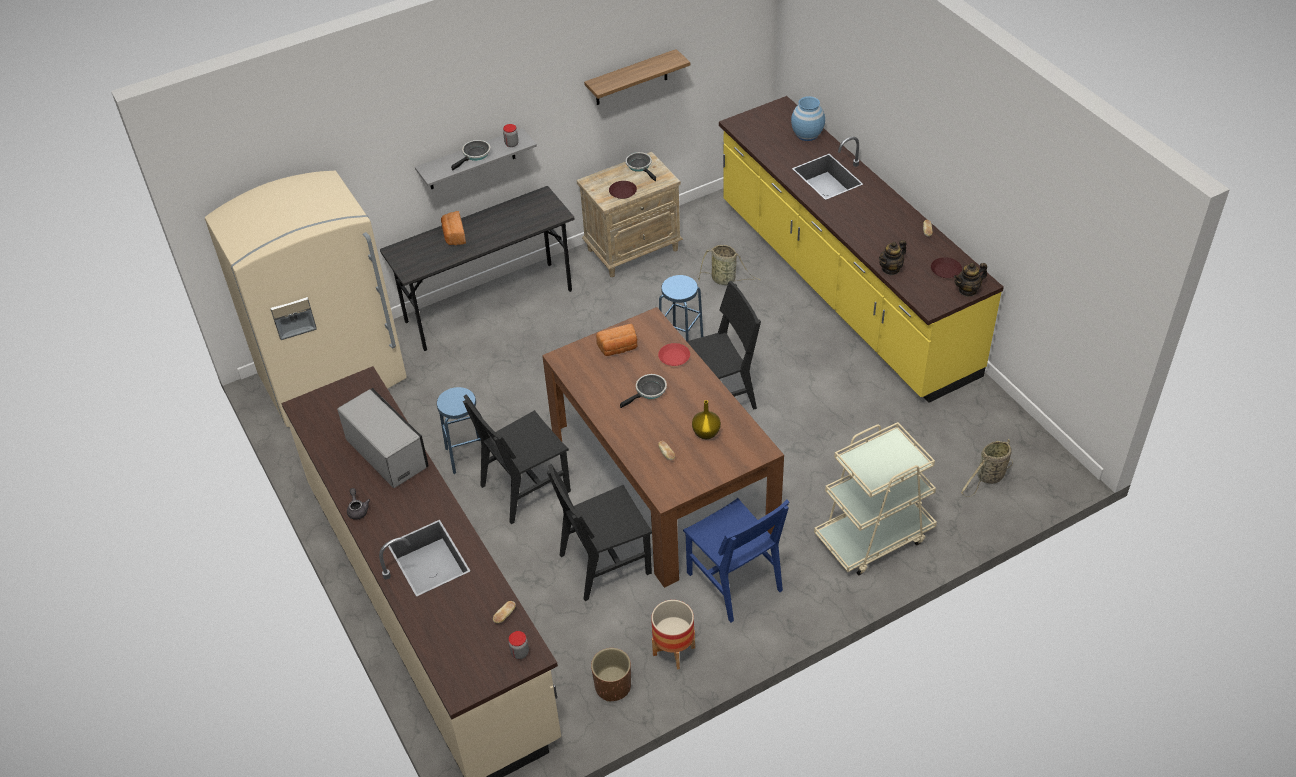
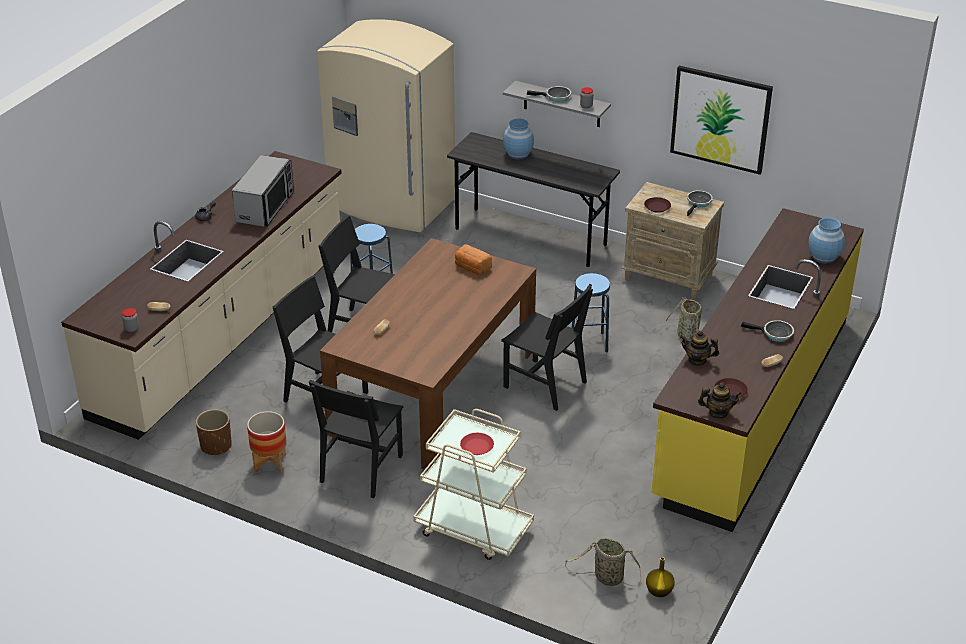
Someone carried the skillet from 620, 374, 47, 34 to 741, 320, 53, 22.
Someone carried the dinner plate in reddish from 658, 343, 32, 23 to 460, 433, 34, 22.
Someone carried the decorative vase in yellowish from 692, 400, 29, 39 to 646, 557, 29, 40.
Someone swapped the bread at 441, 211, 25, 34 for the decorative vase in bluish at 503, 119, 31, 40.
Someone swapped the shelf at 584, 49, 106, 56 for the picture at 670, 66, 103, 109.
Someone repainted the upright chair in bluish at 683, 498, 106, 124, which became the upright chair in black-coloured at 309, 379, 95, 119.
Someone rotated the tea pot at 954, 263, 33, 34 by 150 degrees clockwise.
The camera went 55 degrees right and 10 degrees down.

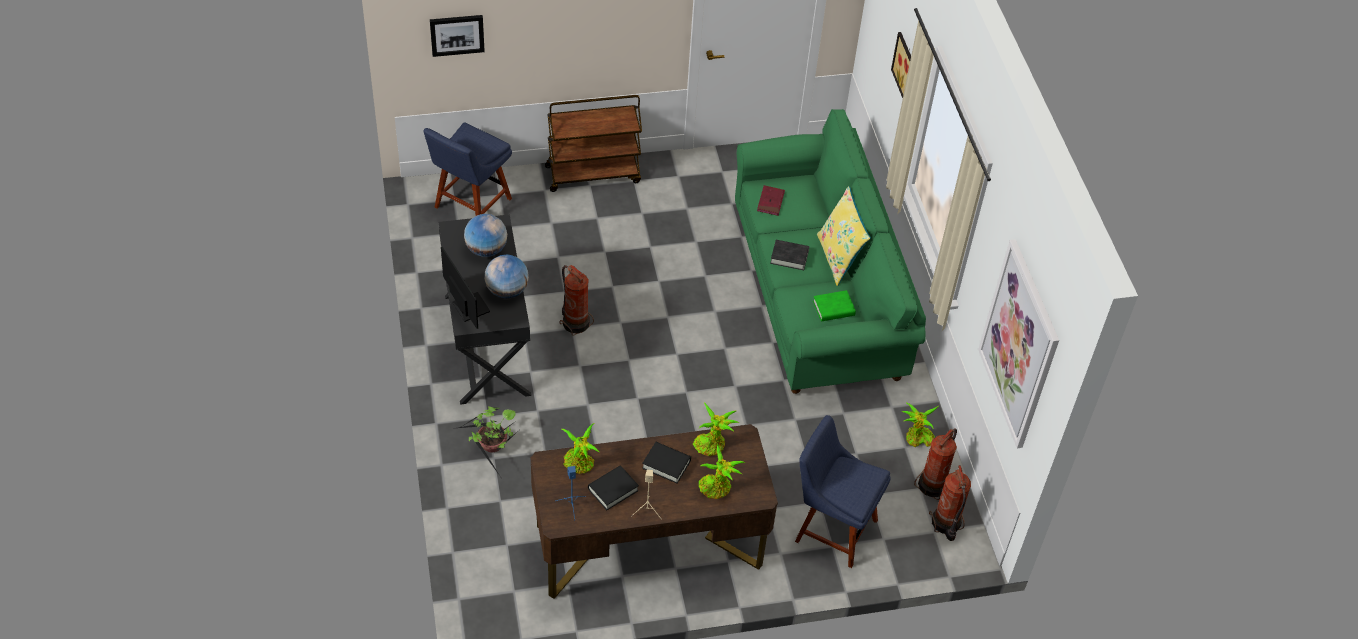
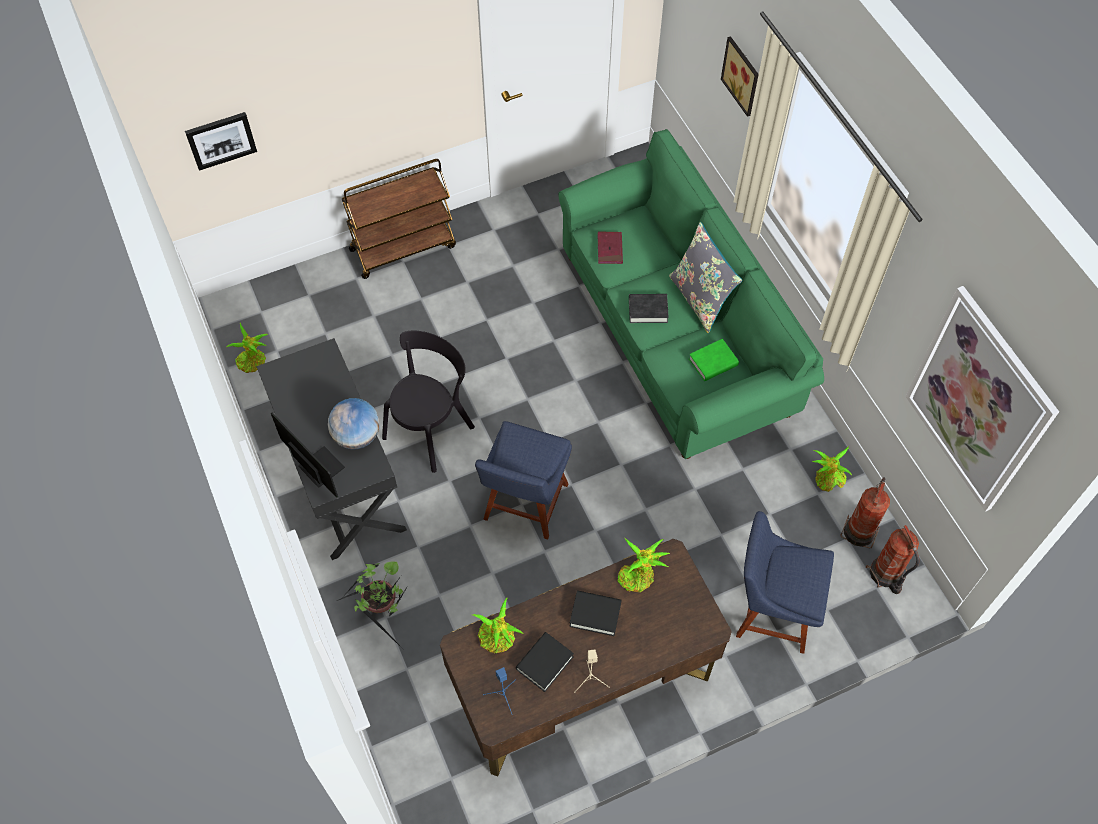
Someone took away the globe at 464, 214, 43, 43.
Someone carried the upright chair in bluish from 424, 122, 88, 94 to 475, 421, 97, 119.
Someone carried the plant in a pot from 699, 444, 47, 55 to 227, 322, 41, 51.
Someone swapped the fire-fighting cylinder at 560, 265, 34, 71 for the upright chair in black-coloured at 382, 331, 93, 142.
Someone repainted the pillow in yellowish at 817, 186, 54, 100, which became the pillow in gray at 669, 222, 73, 111.
The camera went 10 degrees left and 10 degrees up.

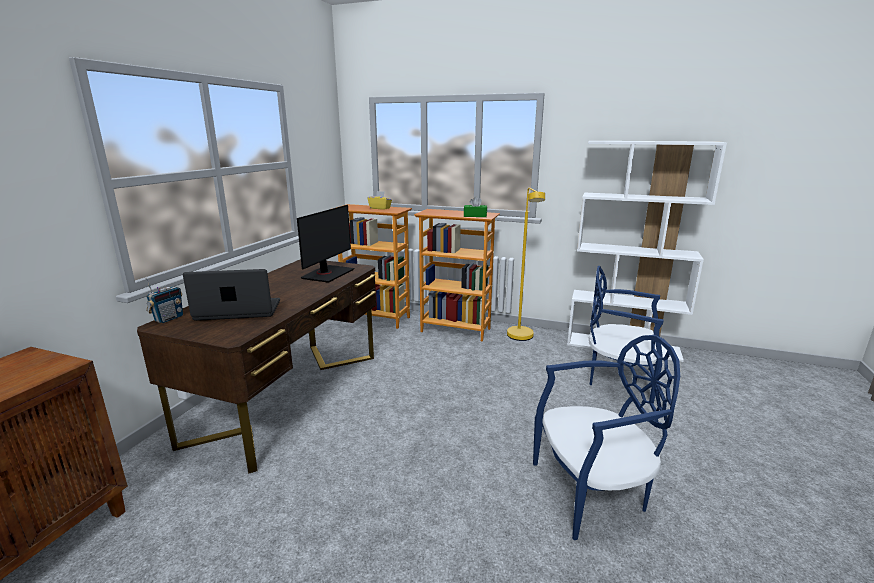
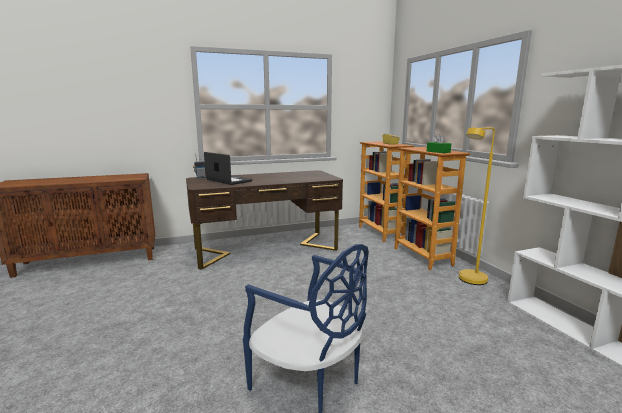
Someone took away the computer display at 297, 205, 57, 78.
Someone took away the upright chair in bluish at 588, 266, 75, 138.
The camera went 50 degrees right and 5 degrees down.

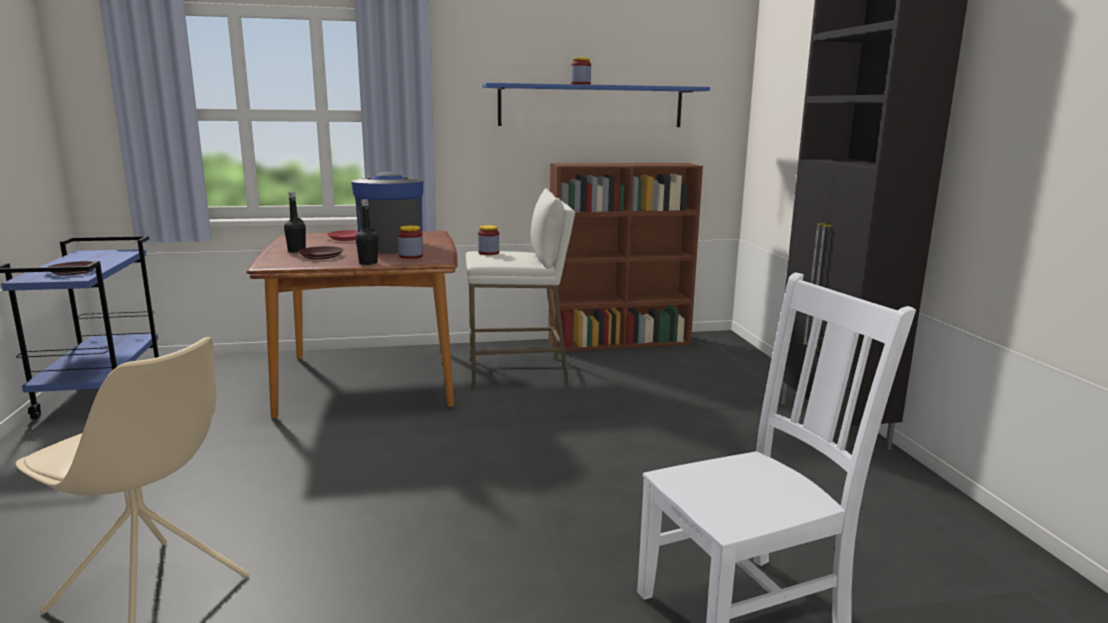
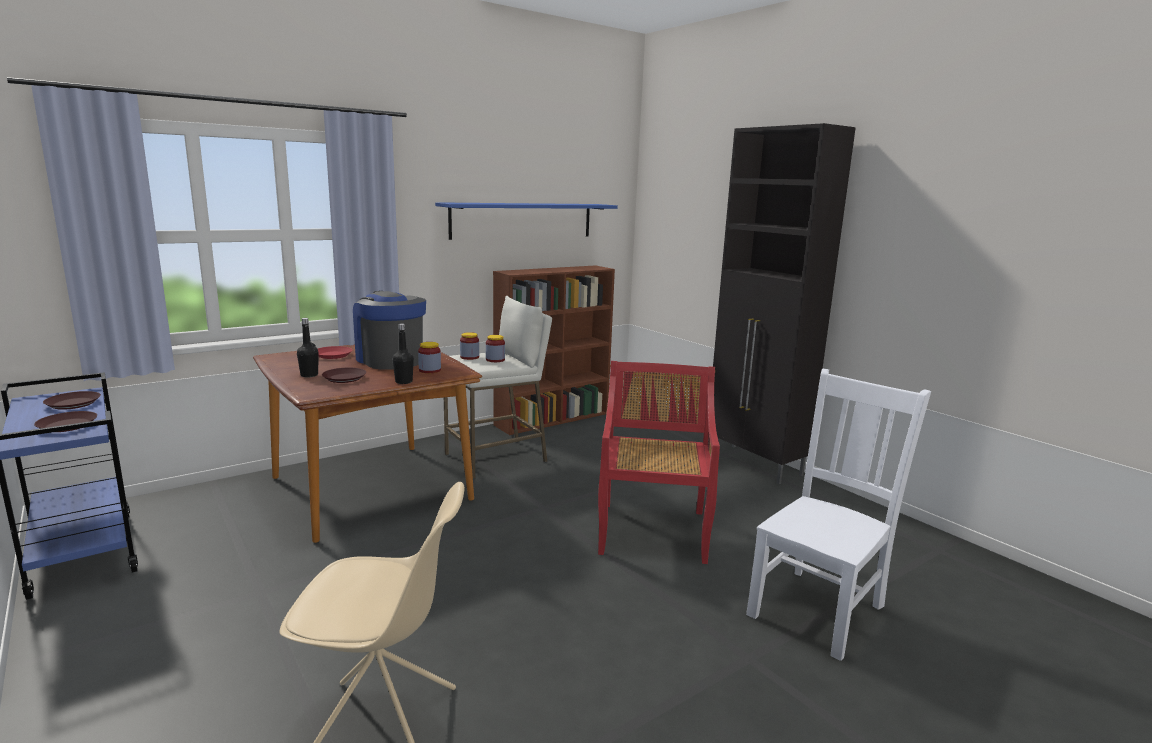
Someone put down the dinner plate in brownish at 43, 391, 58, 19.
Someone put down the upright chair in reddish at 598, 361, 122, 203.
Someone carried the jar from 571, 58, 20, 27 to 486, 335, 19, 27.
The camera went 25 degrees left and 0 degrees up.

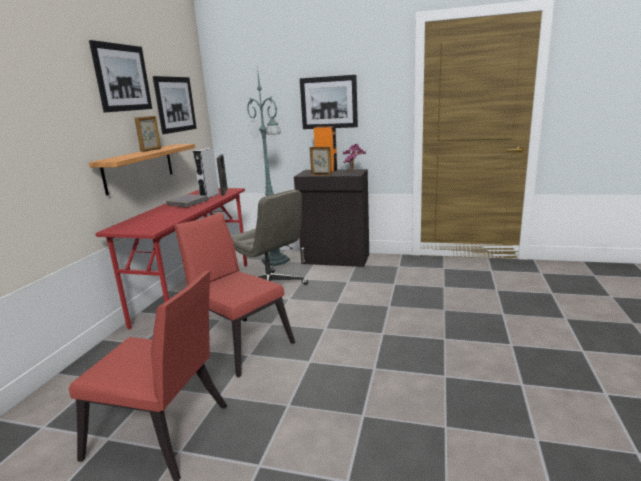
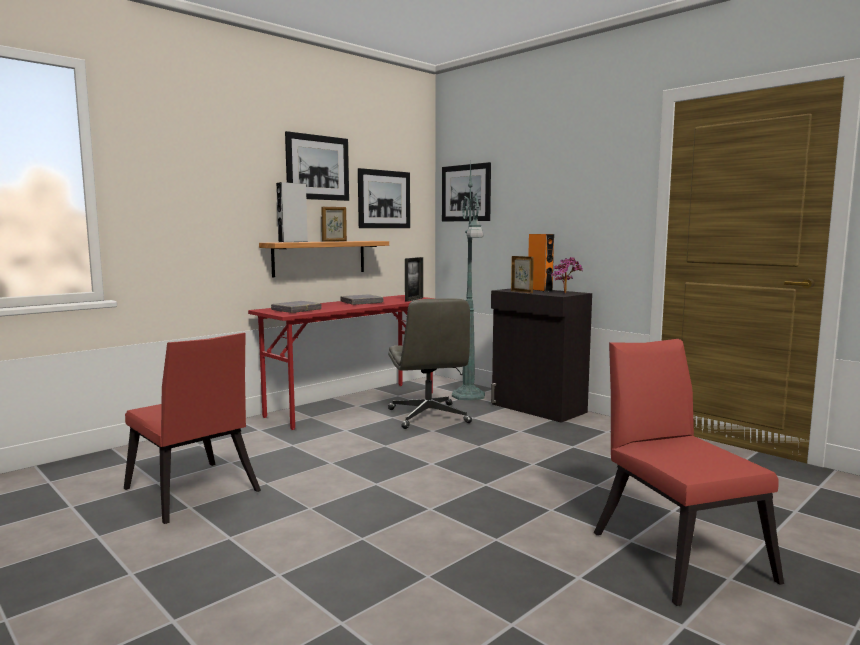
Someone put down the book in gray at 271, 301, 51, 12.
Someone carried the upright chair in reddish from 174, 213, 121, 165 to 594, 339, 190, 267.
Someone carried the audio speaker in gray from 193, 148, 26, 51 to 276, 182, 32, 60.
Someone carried the picture from 300, 75, 58, 54 to 442, 162, 49, 60.
The camera went 30 degrees right and 10 degrees down.

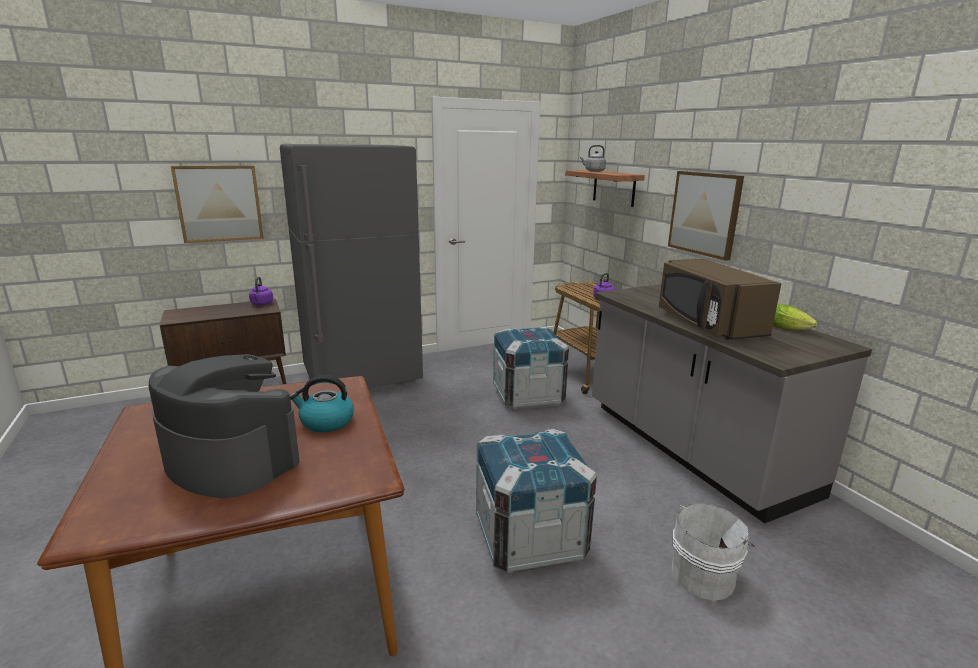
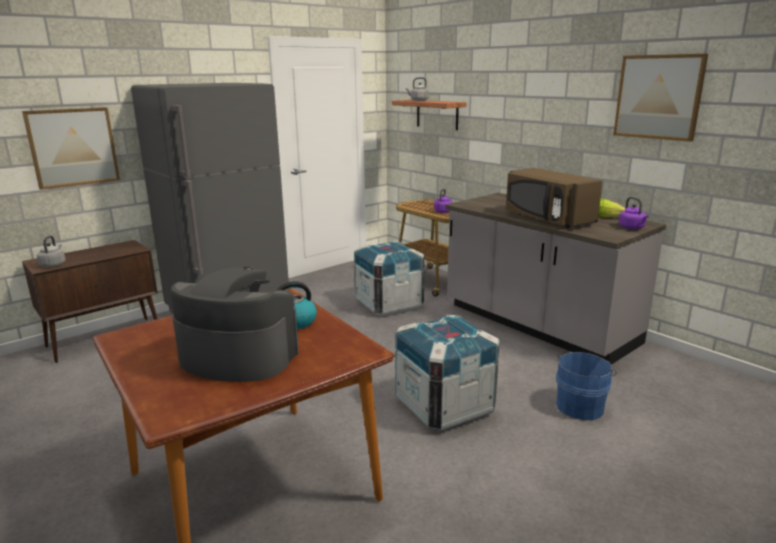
Someone put down the kettle in gray at 37, 236, 29, 31.
Someone carried the kettle in purple-coloured from 249, 277, 24, 28 to 619, 197, 29, 32.
Someone carried the picture from 668, 171, 76, 90 to 613, 54, 95, 88.
Someone repainted the pail in white-coloured at 672, 503, 83, 98, which became the pail in bluish at 556, 352, 61, 68.
The camera went 15 degrees left and 0 degrees up.

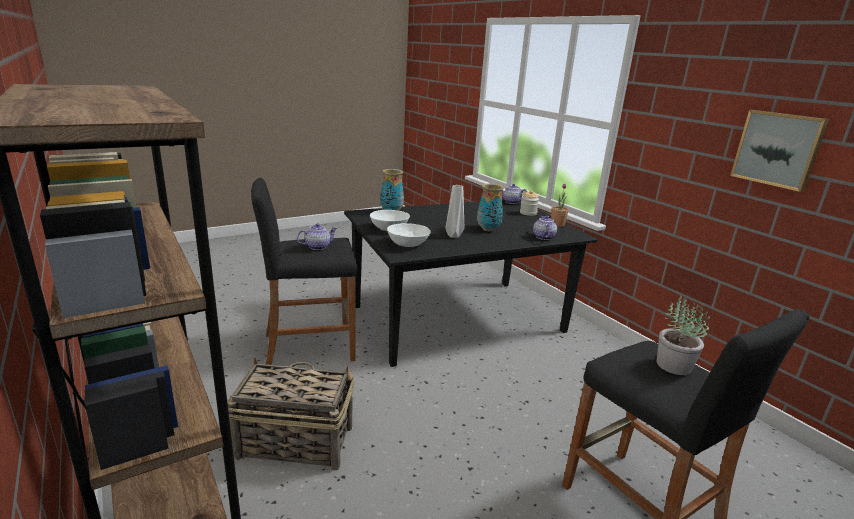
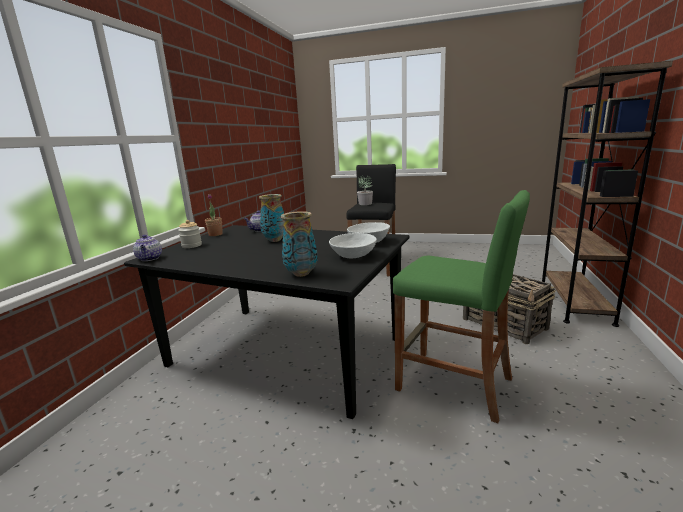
Someone took away the tea pot at 297, 223, 41, 27.
Someone took away the decorative vase in gray at 445, 185, 19, 53.
Someone took away the picture at 730, 110, 99, 82.
Someone repainted the stool in black-coloured at 251, 178, 106, 187, which became the stool in green-coloured at 393, 190, 137, 233.
The camera went 130 degrees left and 5 degrees down.

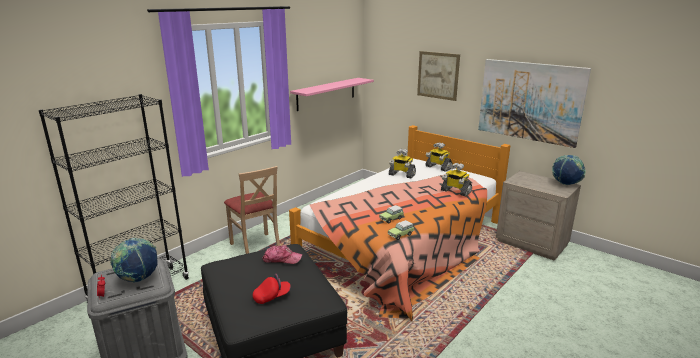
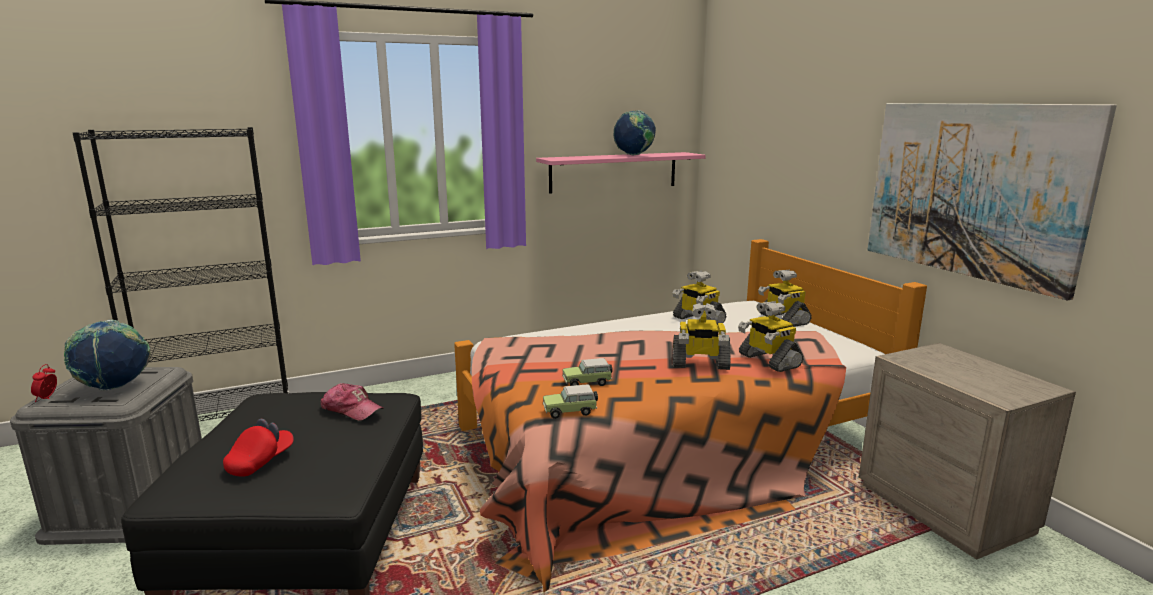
Someone took away the upright chair in sand-coloured at 224, 166, 56, 88.
Someone took away the picture at 417, 51, 43, 50.
Someone put down the robot figure at 673, 303, 58, 67.
Someone carried the globe from 552, 155, 34, 30 to 613, 110, 43, 46.
Someone rotated the peaked cap in reddish at 253, 274, 38, 30 by 60 degrees counterclockwise.
The camera went 25 degrees right and 5 degrees down.

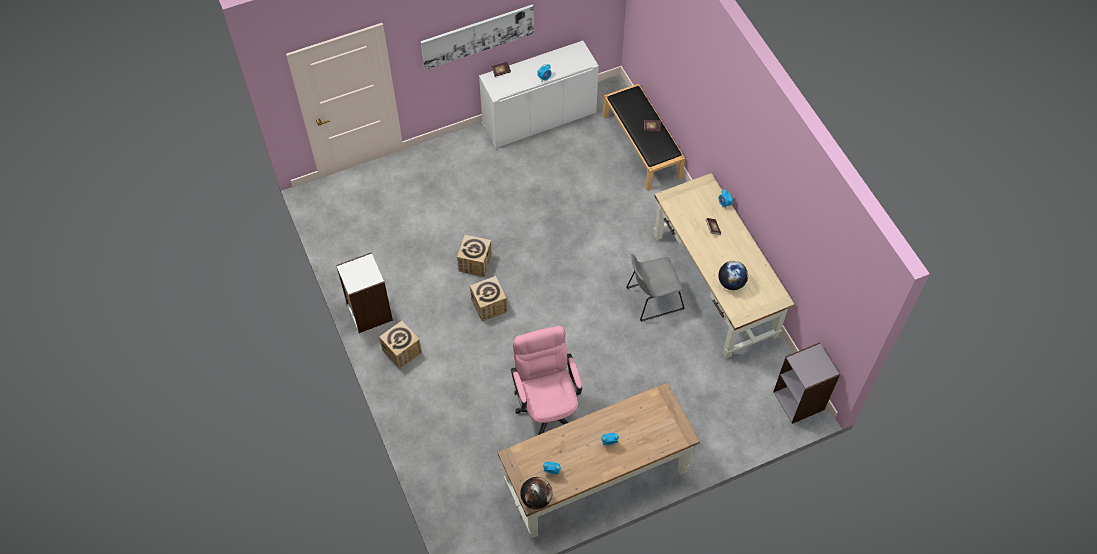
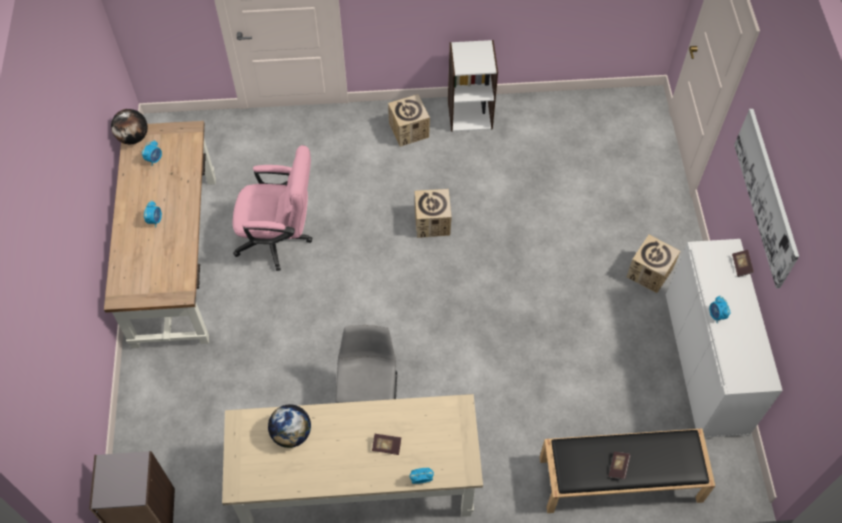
Someone carried the carton from 457, 235, 35, 42 to 626, 235, 54, 58.
The camera went 110 degrees right and 0 degrees up.

